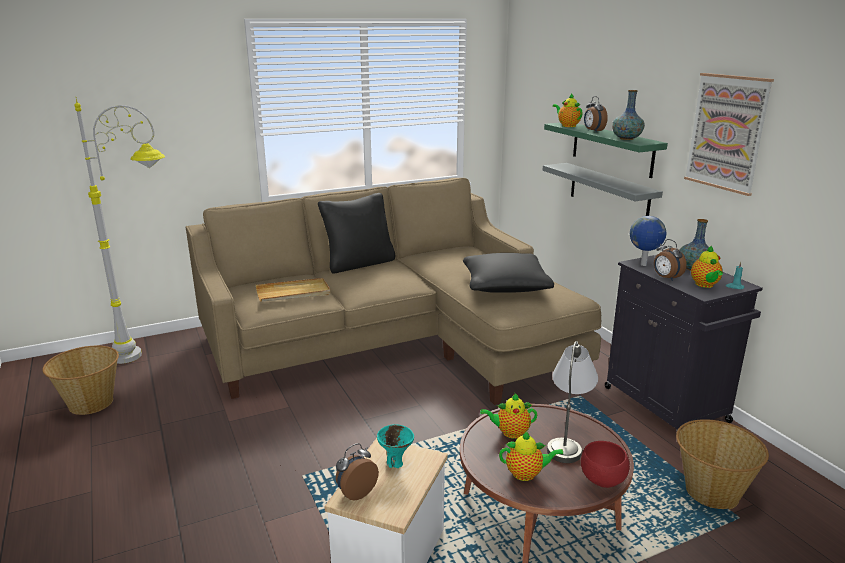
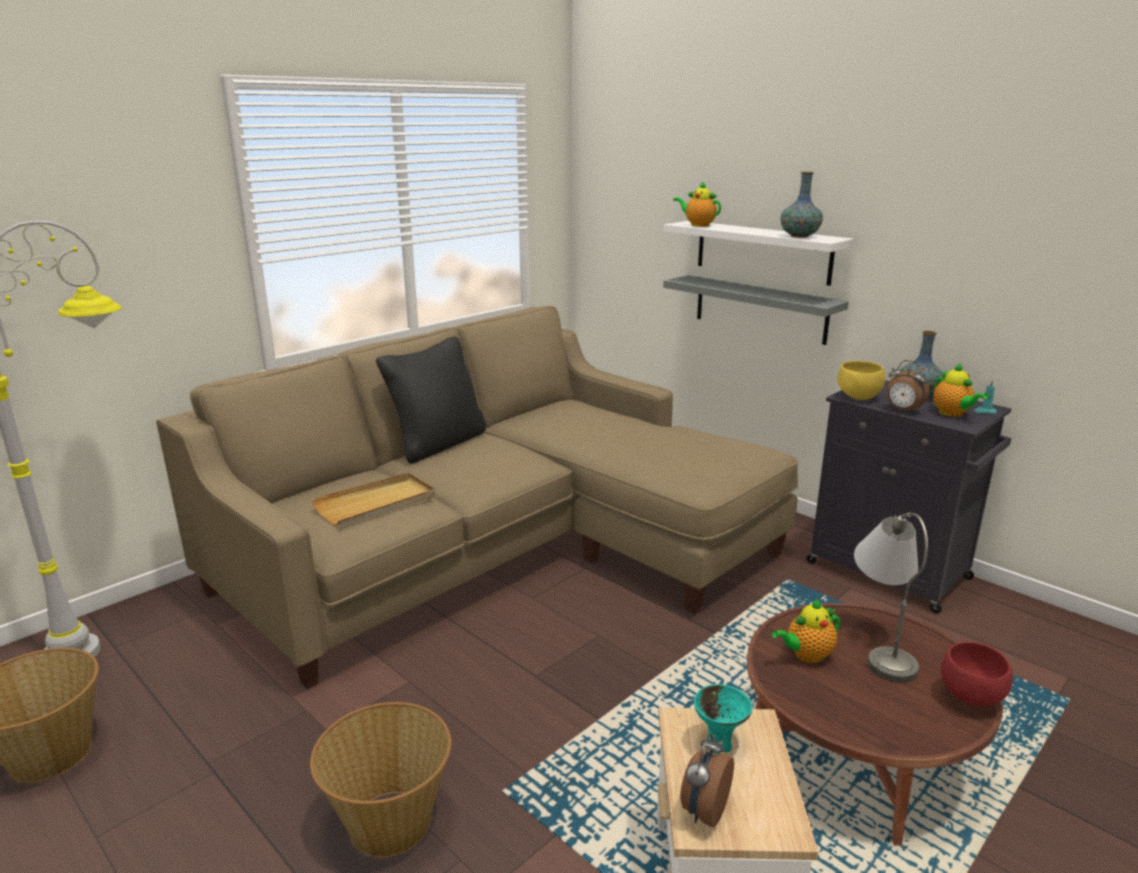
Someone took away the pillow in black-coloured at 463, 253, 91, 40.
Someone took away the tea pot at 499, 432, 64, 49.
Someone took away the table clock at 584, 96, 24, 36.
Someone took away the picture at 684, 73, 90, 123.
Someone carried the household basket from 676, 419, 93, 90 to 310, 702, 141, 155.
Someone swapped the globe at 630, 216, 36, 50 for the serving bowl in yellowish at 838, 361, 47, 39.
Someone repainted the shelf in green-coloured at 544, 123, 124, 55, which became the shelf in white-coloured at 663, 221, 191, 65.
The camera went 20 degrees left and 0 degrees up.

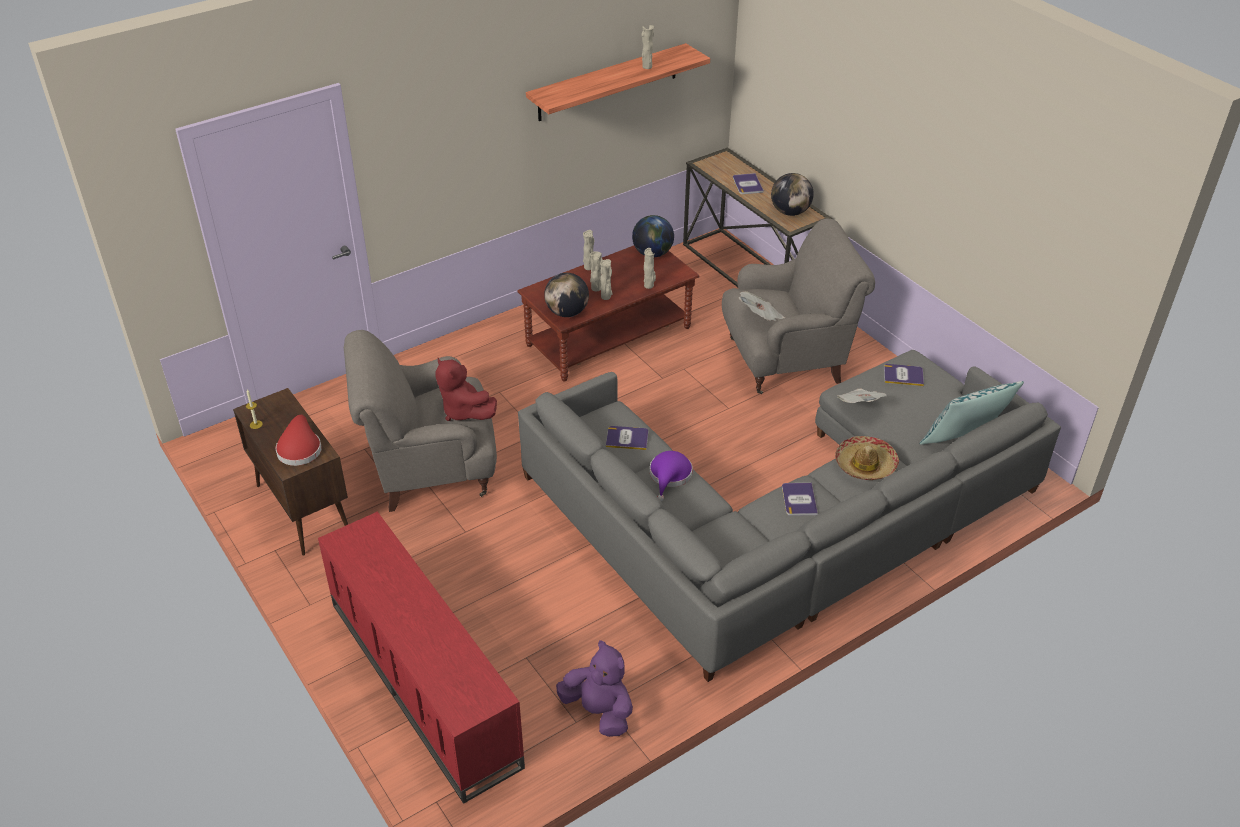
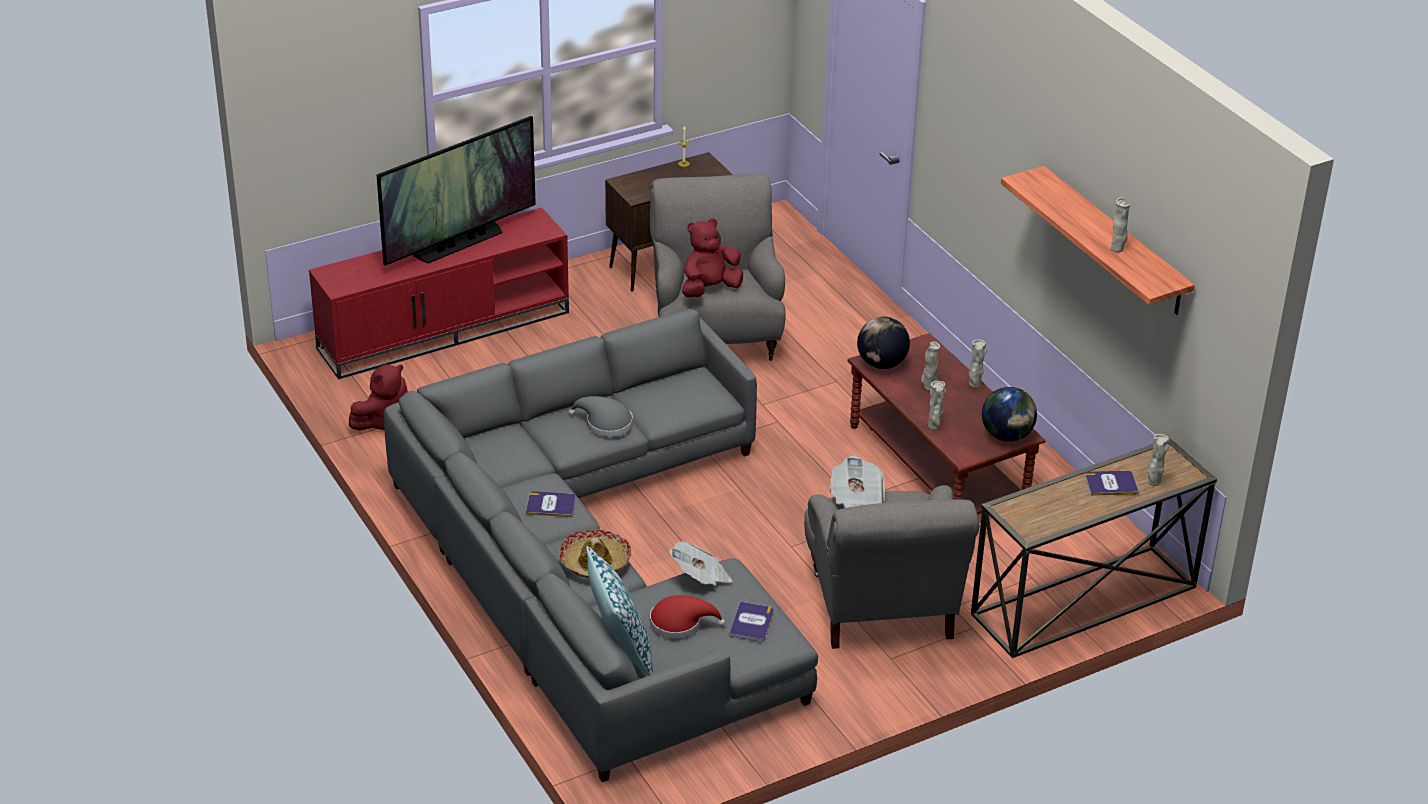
Someone took away the book at 606, 426, 43, 24.
Someone took away the globe at 771, 173, 43, 43.
Someone put down the television at 377, 116, 159, 150.
Someone carried the clothing hat in reddish from 276, 415, 46, 51 to 650, 595, 75, 44.
Someone carried the decorative vase in sand-coloured from 600, 259, 12, 41 to 1148, 434, 21, 52.
Someone repainted the plush toy in purple-coloured at 556, 640, 77, 97, which became the plush toy in reddish at 349, 364, 59, 67.
Someone repainted the clothing hat in purple-coloured at 650, 451, 43, 50, which became the clothing hat in gray at 569, 396, 64, 41.
The camera went 95 degrees right and 5 degrees down.

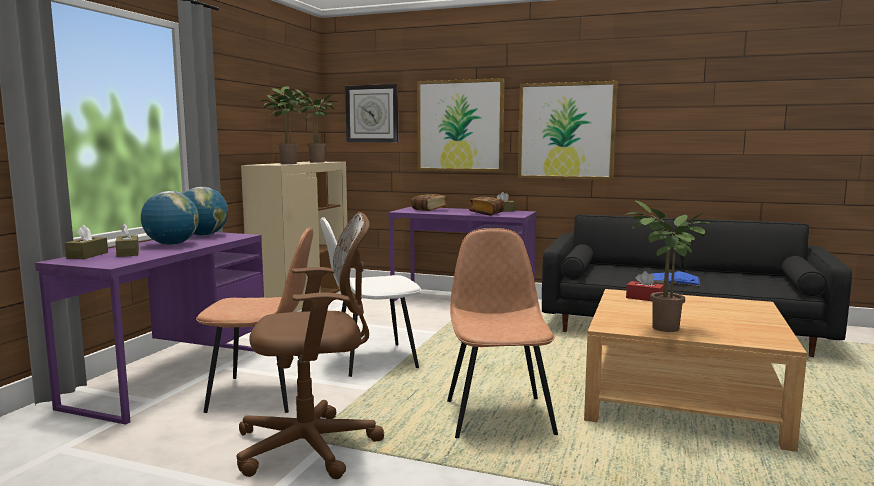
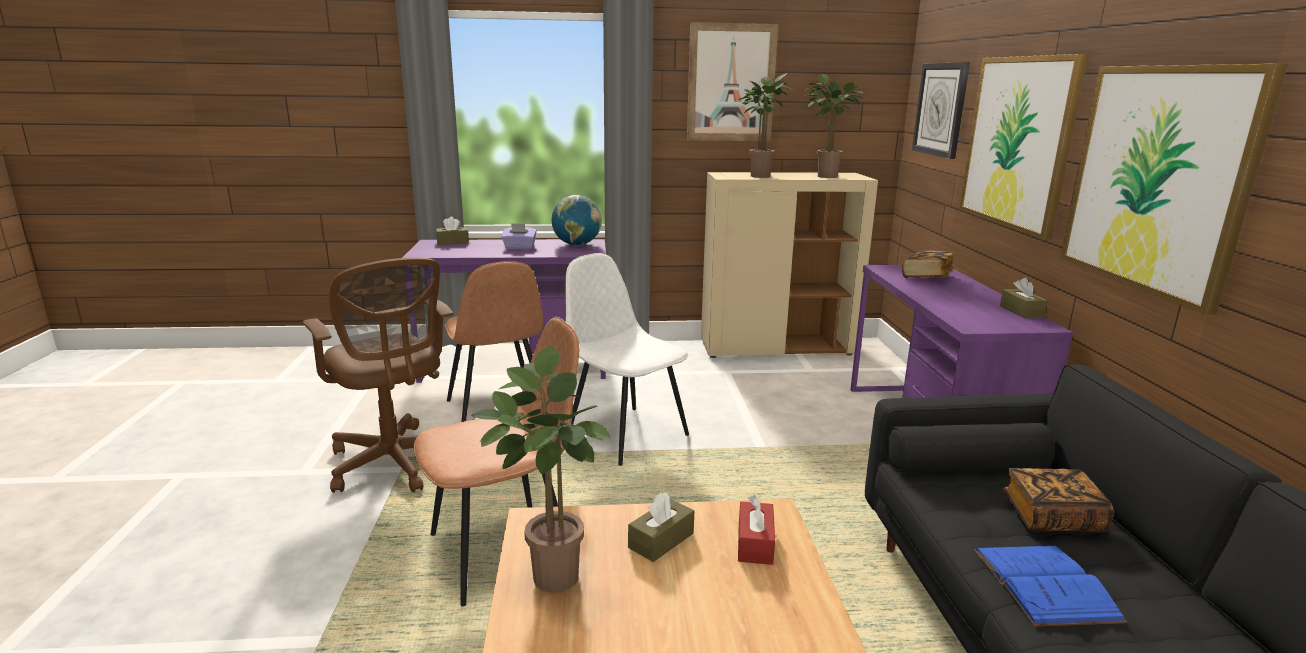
Someone put up the picture at 687, 22, 91, 119.
Someone carried the tissue box in brownish from 115, 223, 24, 34 to 628, 492, 66, 70.
Someone carried the book from 469, 196, 35, 20 to 1003, 468, 111, 65.
Someone swapped the globe at 141, 191, 58, 54 for the tissue box in purple-coloured at 501, 223, 36, 26.
The camera went 65 degrees right and 10 degrees up.

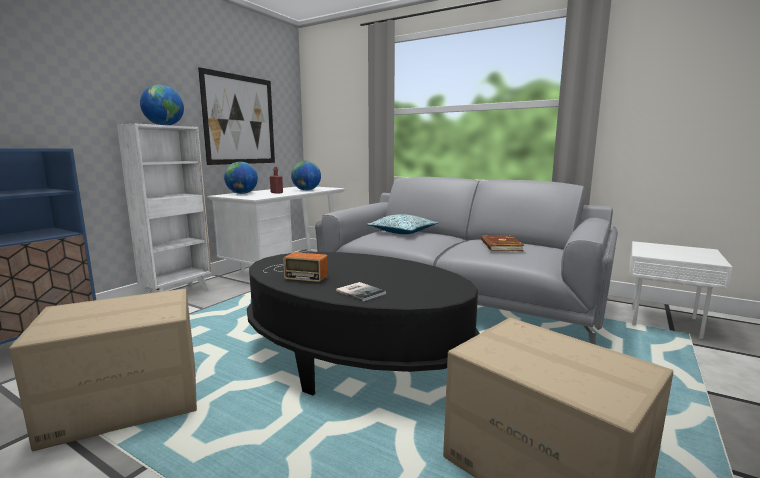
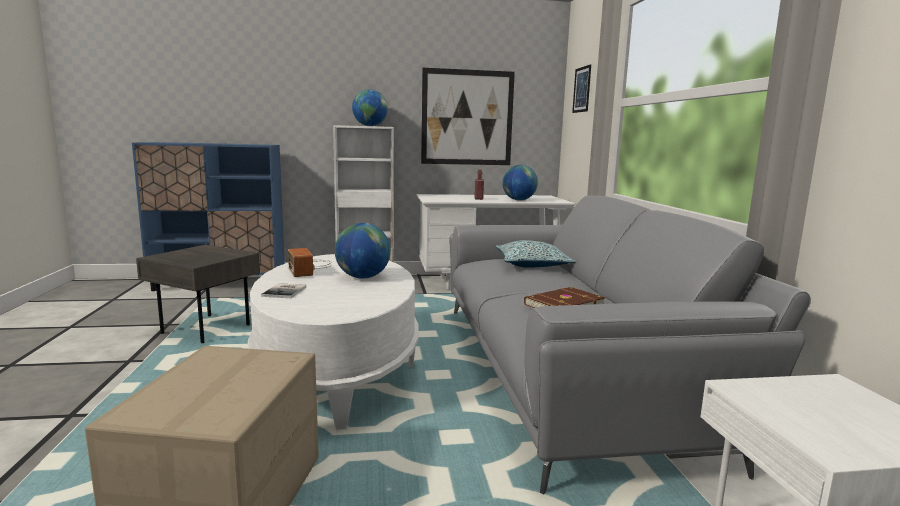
Someone put up the picture at 572, 64, 19, 49.
Someone carried the globe from 224, 162, 34, 32 to 335, 223, 56, 56.
Someone swapped the carton at 9, 289, 188, 162 for the end table in gray at 136, 245, 124, 98.
Someone repainted the lounge table in black-coloured at 247, 252, 233, 143, which became the lounge table in white-coloured at 248, 254, 171, 176.
The camera went 50 degrees right and 0 degrees up.

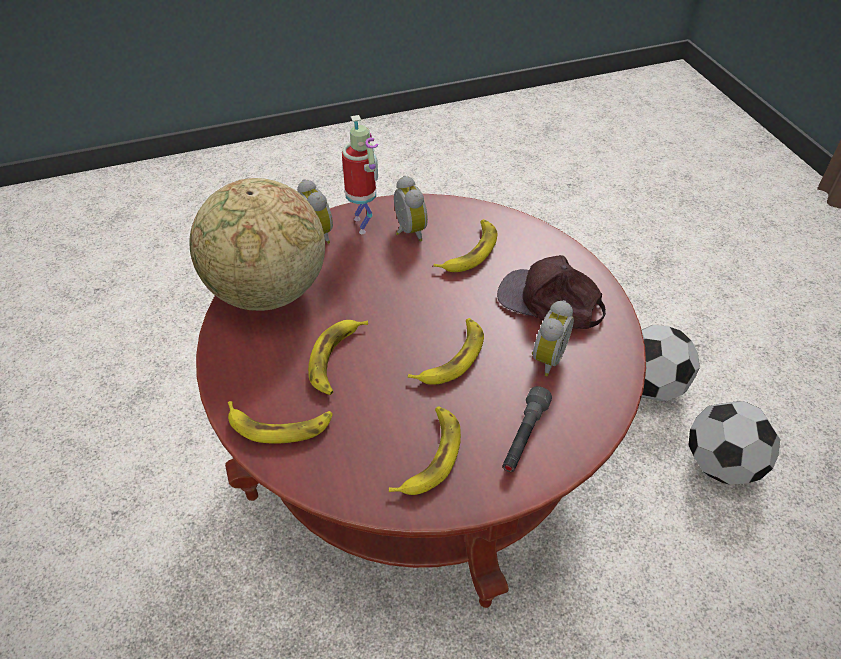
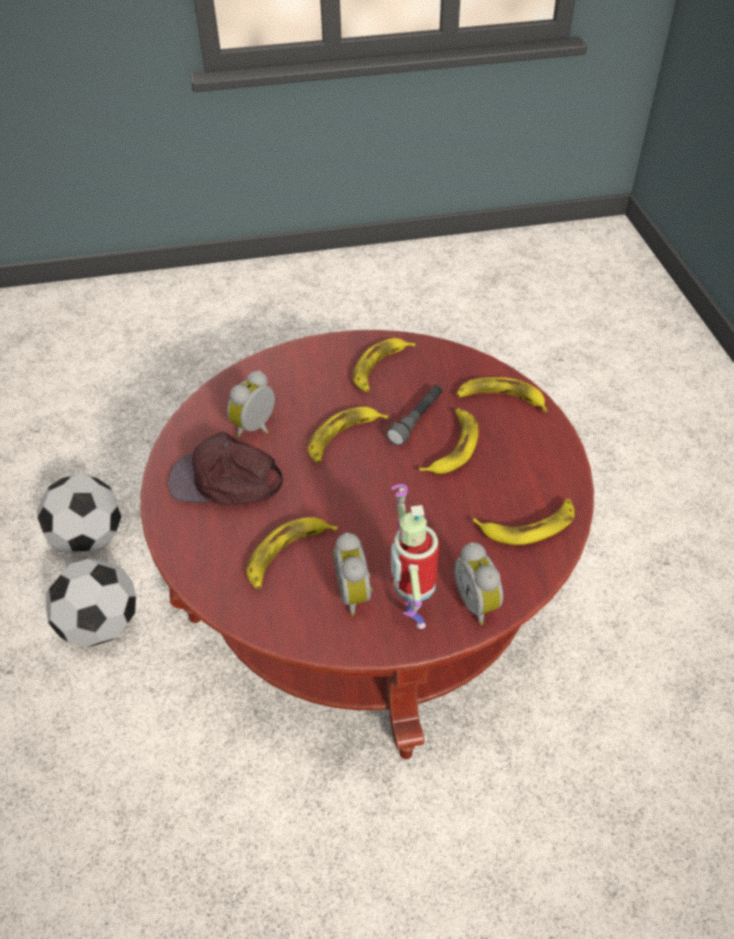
Someone carried the flashlight in gray from 502, 386, 50, 86 to 386, 385, 57, 61.
Someone swapped the globe at 189, 178, 136, 133 for the banana fruit at 473, 499, 102, 46.
Someone rotated the peaked cap in brownish at 497, 255, 109, 74 by 150 degrees clockwise.
The camera went 170 degrees left and 0 degrees up.

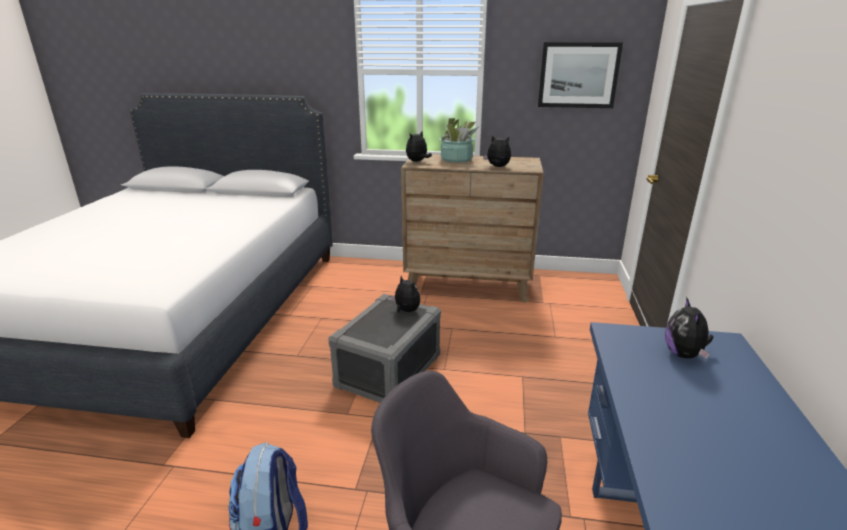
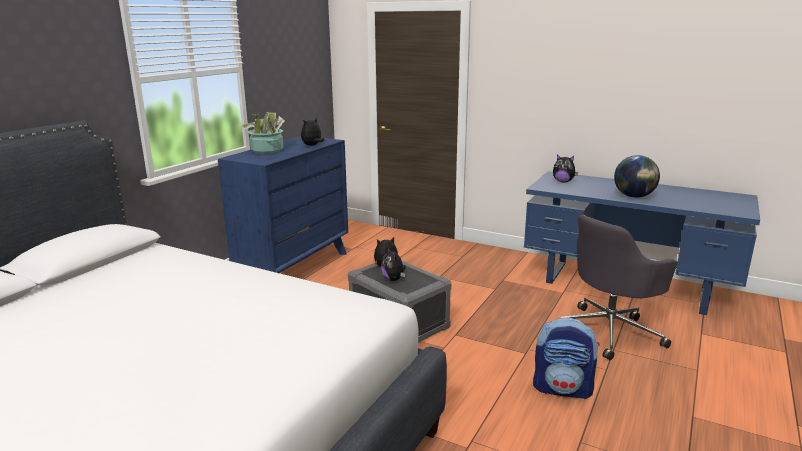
Someone took away the picture at 538, 42, 85, 66.
Someone put down the globe at 614, 155, 46, 43.
Someone carried the plush toy from 406, 131, 26, 31 to 381, 247, 25, 34.
Someone repainted the drawer chest in brownish at 401, 154, 142, 149, which became the drawer chest in bluish at 218, 136, 130, 137.
The camera went 70 degrees left and 5 degrees down.

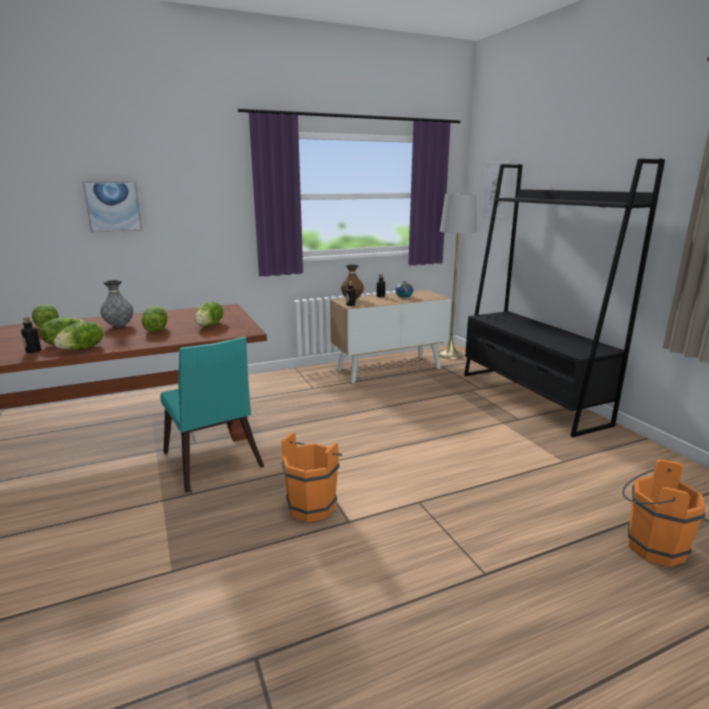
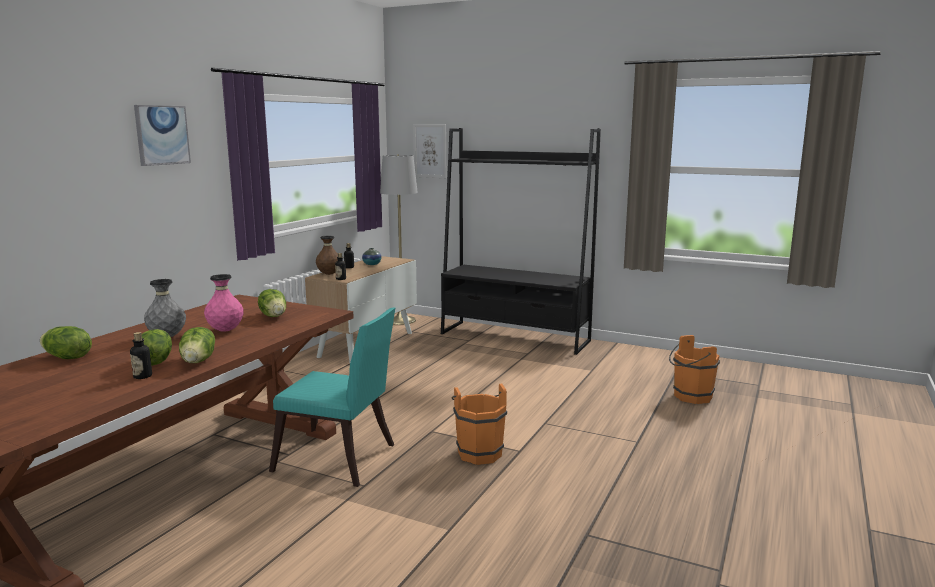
Someone carried the picture from 82, 182, 60, 50 to 134, 105, 57, 61.
Someone swapped the lettuce head at 142, 306, 25, 26 for the decorative vase in pink at 204, 274, 40, 58.
The camera went 40 degrees left and 5 degrees down.

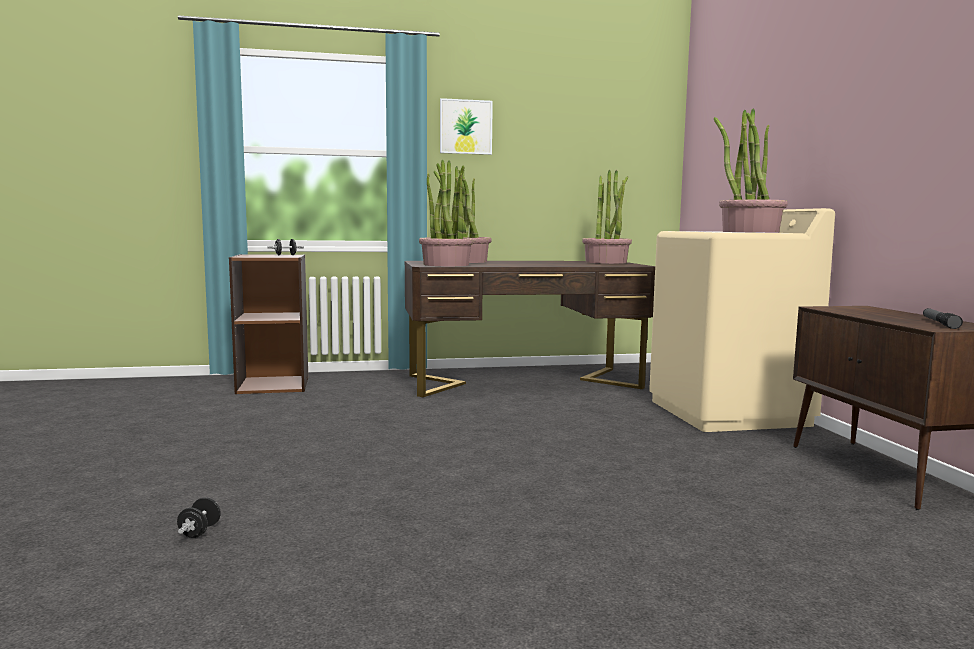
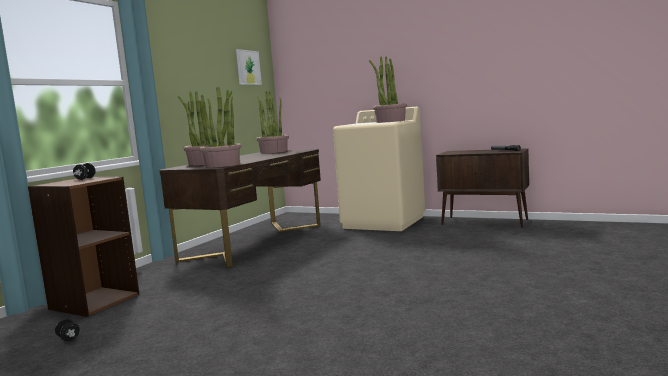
Someone carried the free weight in black-coloured from 177, 497, 44, 41 to 55, 319, 25, 23.
Someone carried the picture from 440, 98, 53, 57 to 236, 49, 26, 36.
The camera went 50 degrees left and 0 degrees up.

